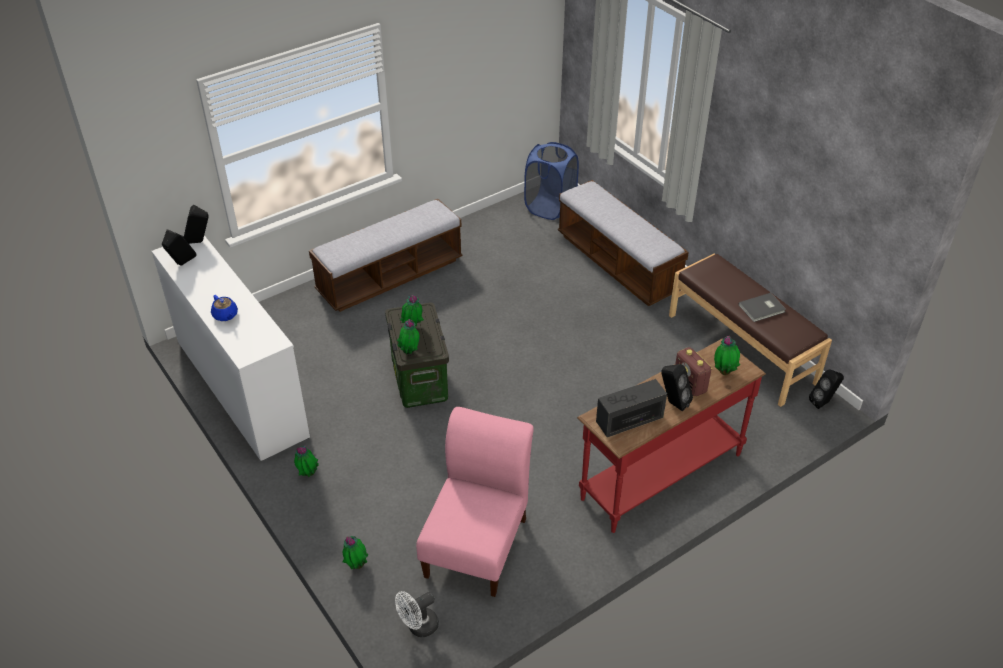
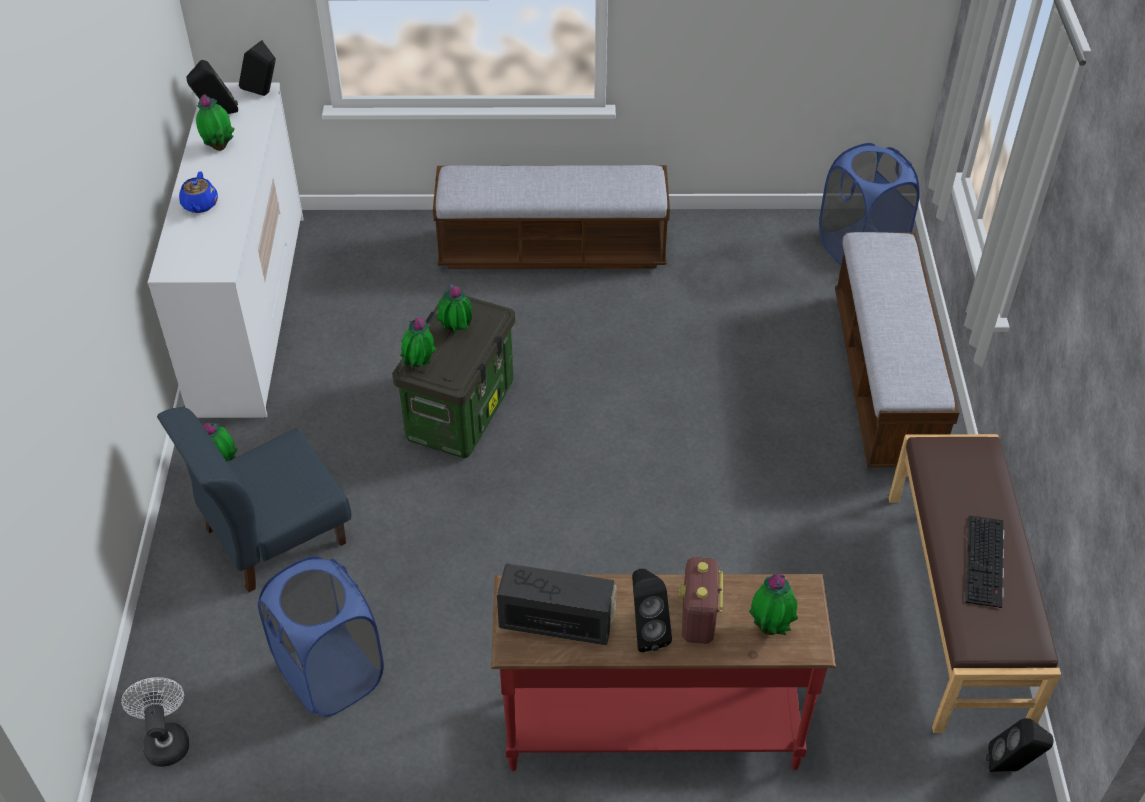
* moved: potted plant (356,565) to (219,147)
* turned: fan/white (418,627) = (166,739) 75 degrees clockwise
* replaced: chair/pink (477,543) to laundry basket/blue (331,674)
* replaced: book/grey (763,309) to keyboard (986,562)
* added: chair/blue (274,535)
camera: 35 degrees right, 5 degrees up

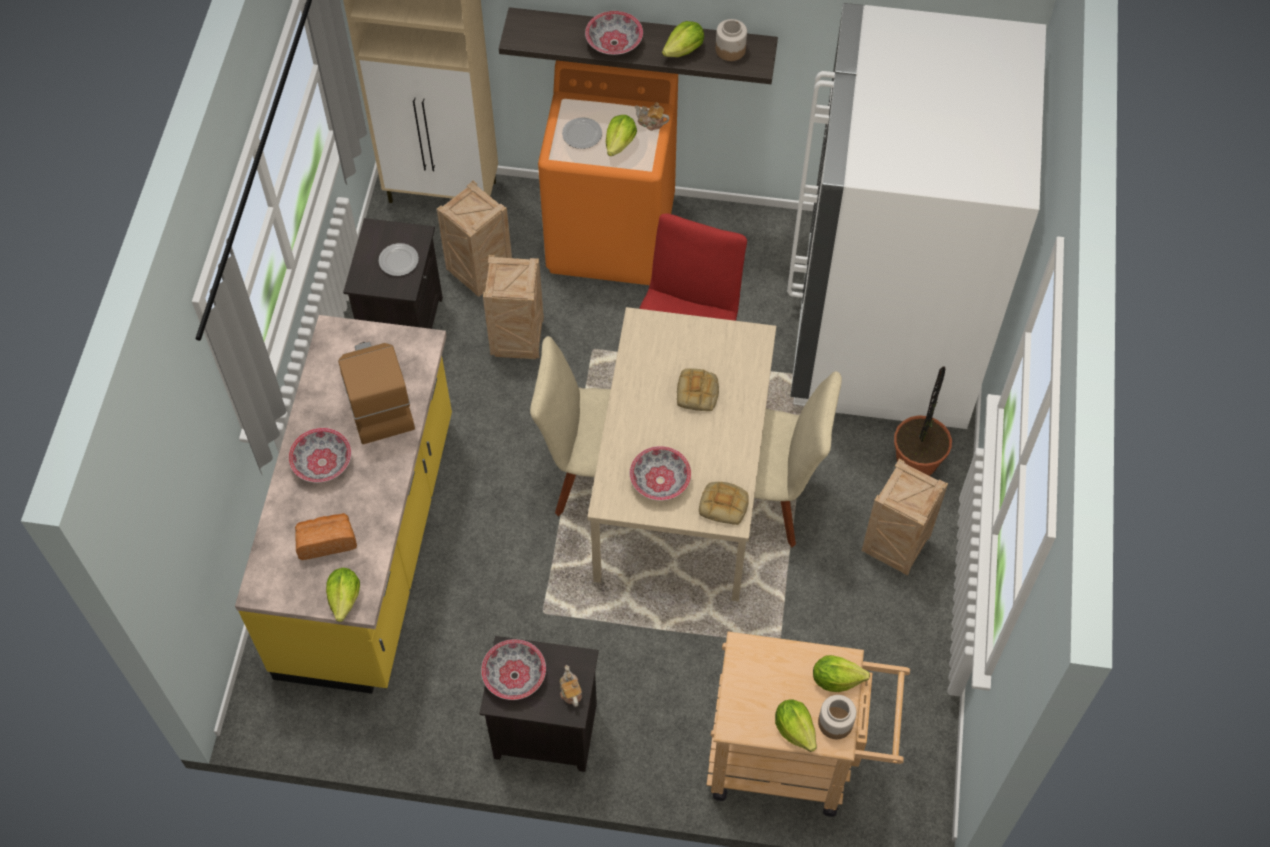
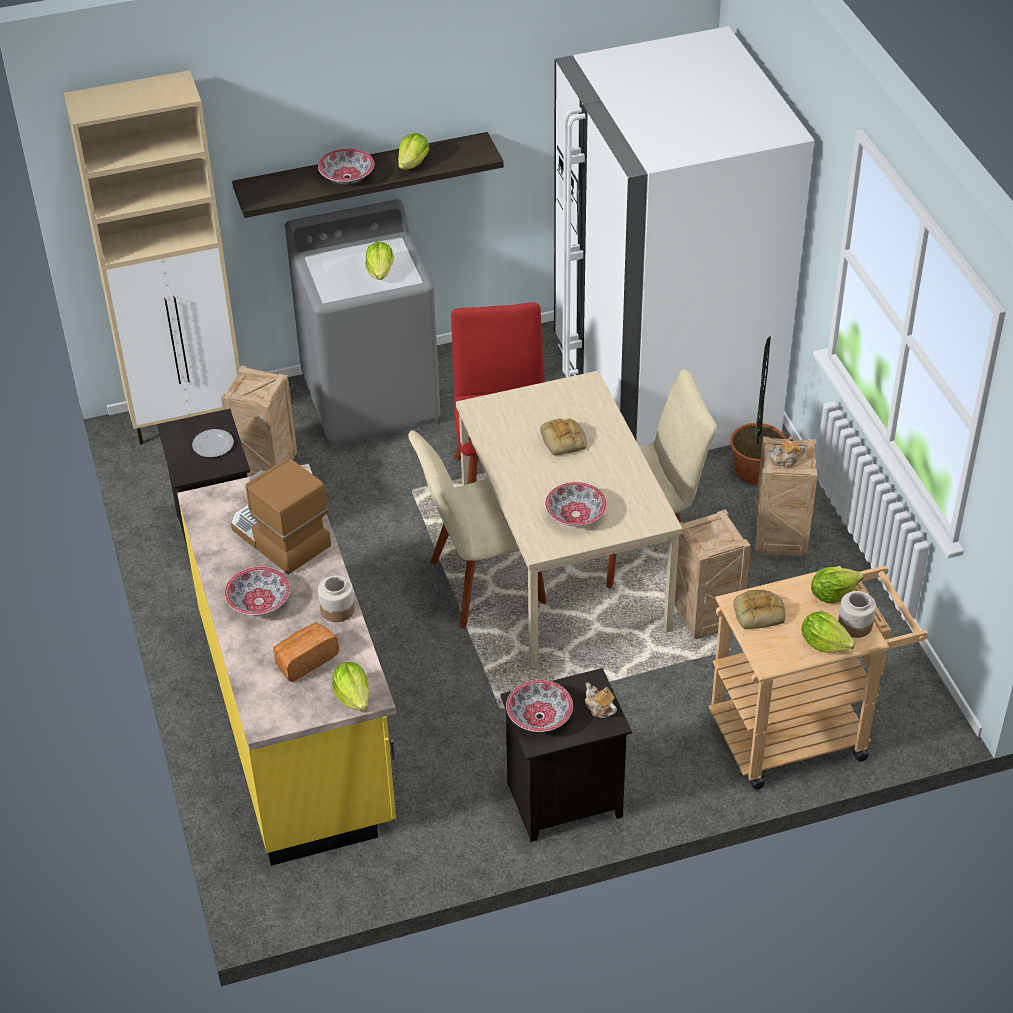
* moved: crate (517,339) to (704,617)
* recoloured: washing machine/orange (612,235) to washing machine/grey (372,399)
* removed: plate (581,135)
* moved: teapot (651,123) to (785,461)
* moved: bread (724,505) to (759,612)
* moved: jar (730,49) to (337,609)
camera: 25 degrees left, 15 degrees down

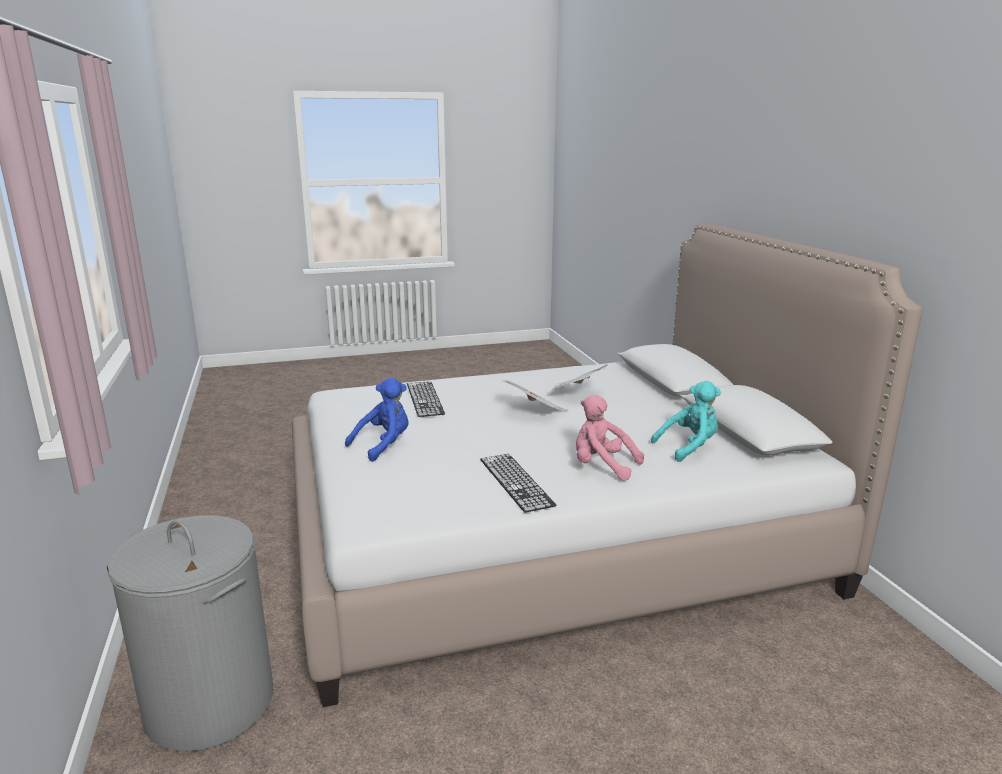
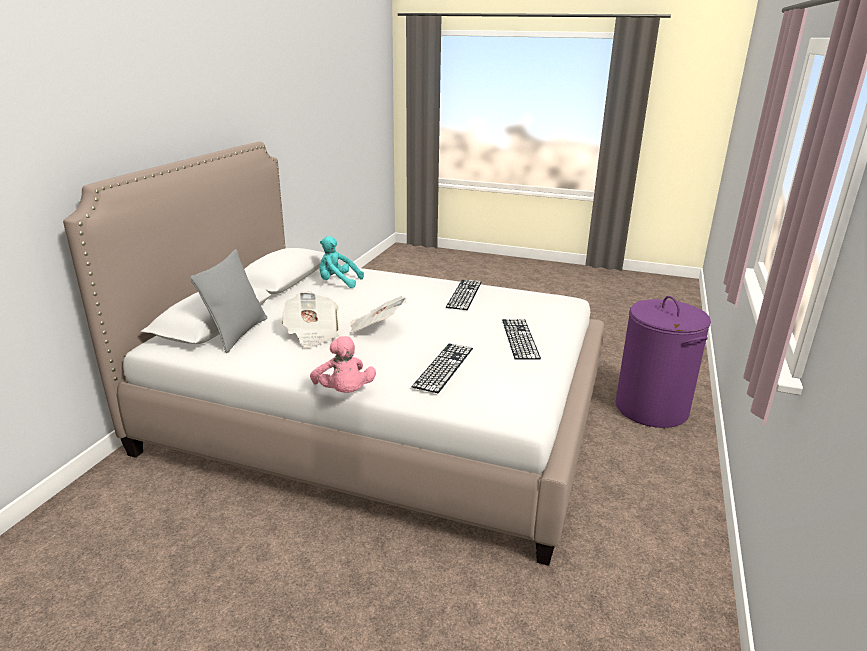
* recoloured: laundry basket/grey (209,704) to laundry basket/purple (651,408)
* replaced: plush toy/blue (384,445) to keyboard (520,338)
* moved: plush toy/pink (602,466) to (344,392)
* added: pillow/grey (237,333)
camera: 145 degrees left, 5 degrees up

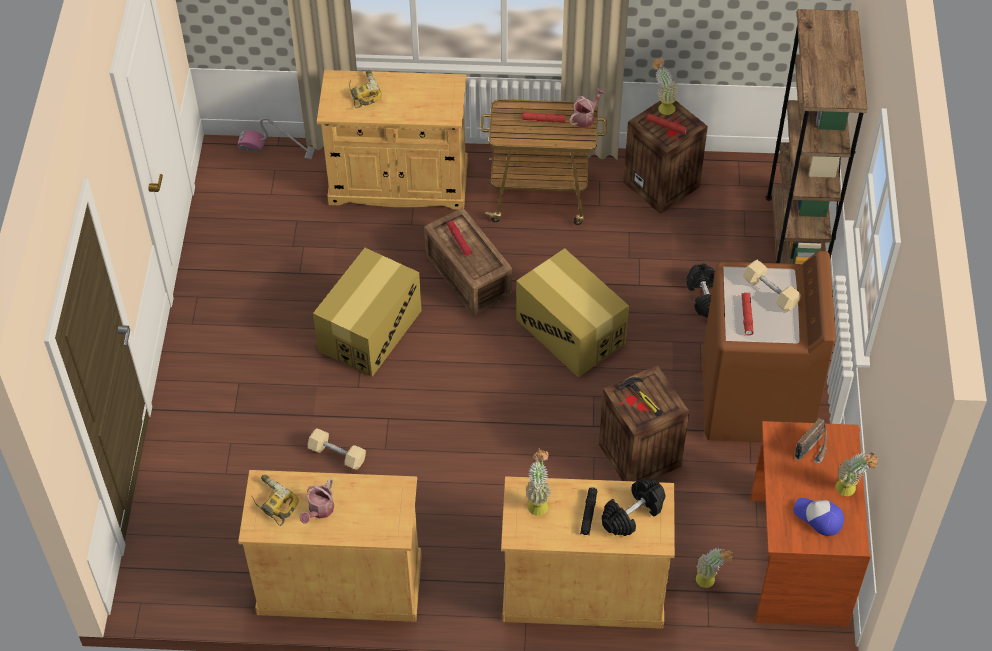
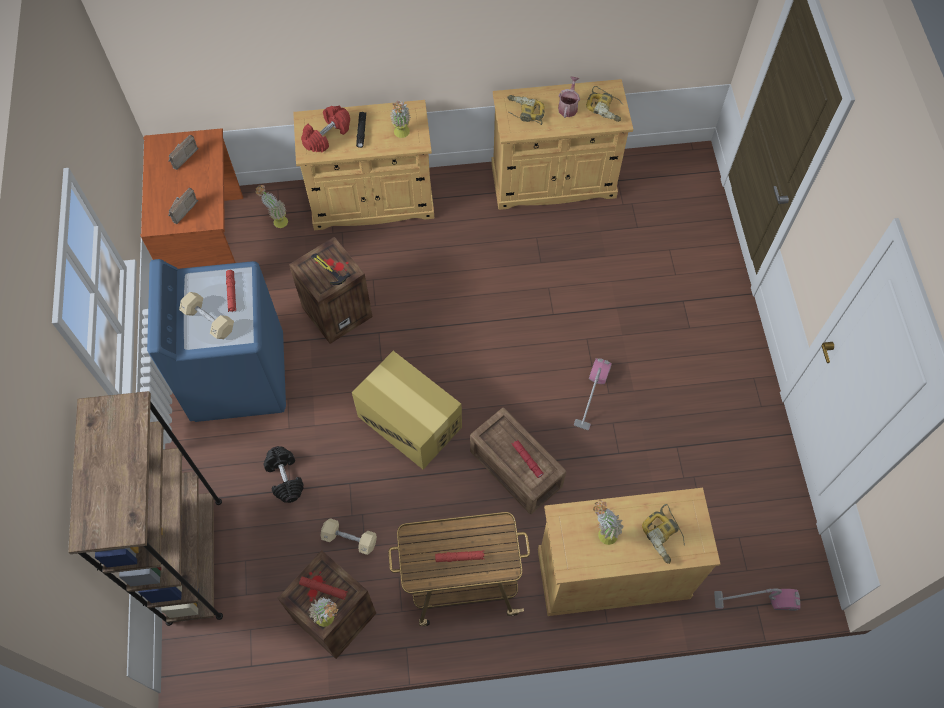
* moved: dumbbell/beige (337,454) to (349,539)
* replaced: cardboard box (370,330) to vacuum cleaner (592,395)
* removed: watering can (585,117)
* recoloured: dumbbell/black (632,514) to dumbbell/red (327,135)
* recoloured: washing machine/brown (756,401) to washing machine/blue (238,376)
* replaced: cap (818,517) to radio (181,157)
* moved: potted plant (850,490) to (602,533)
* added: power drill (524,112)
camera: 170 degrees right, 10 degrees up

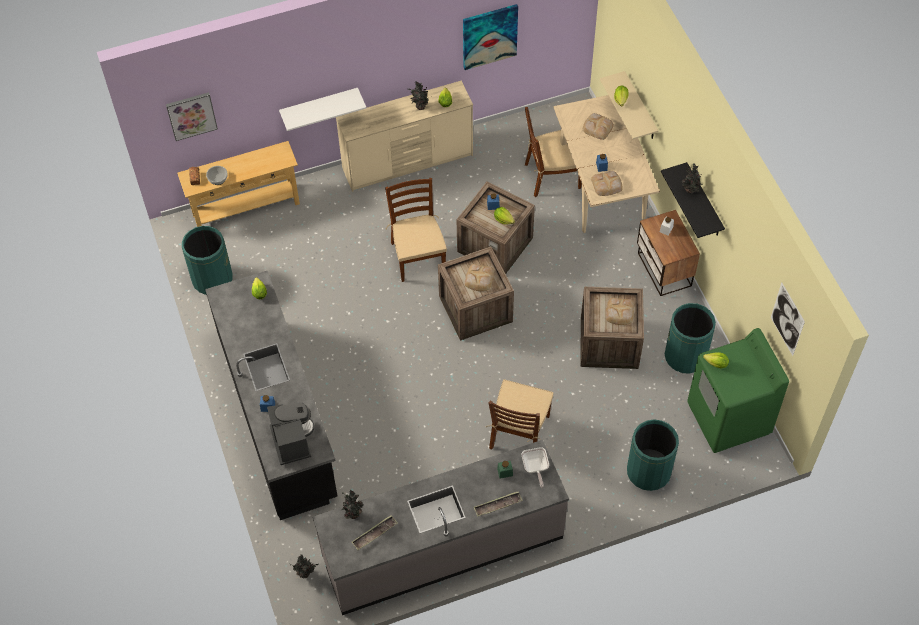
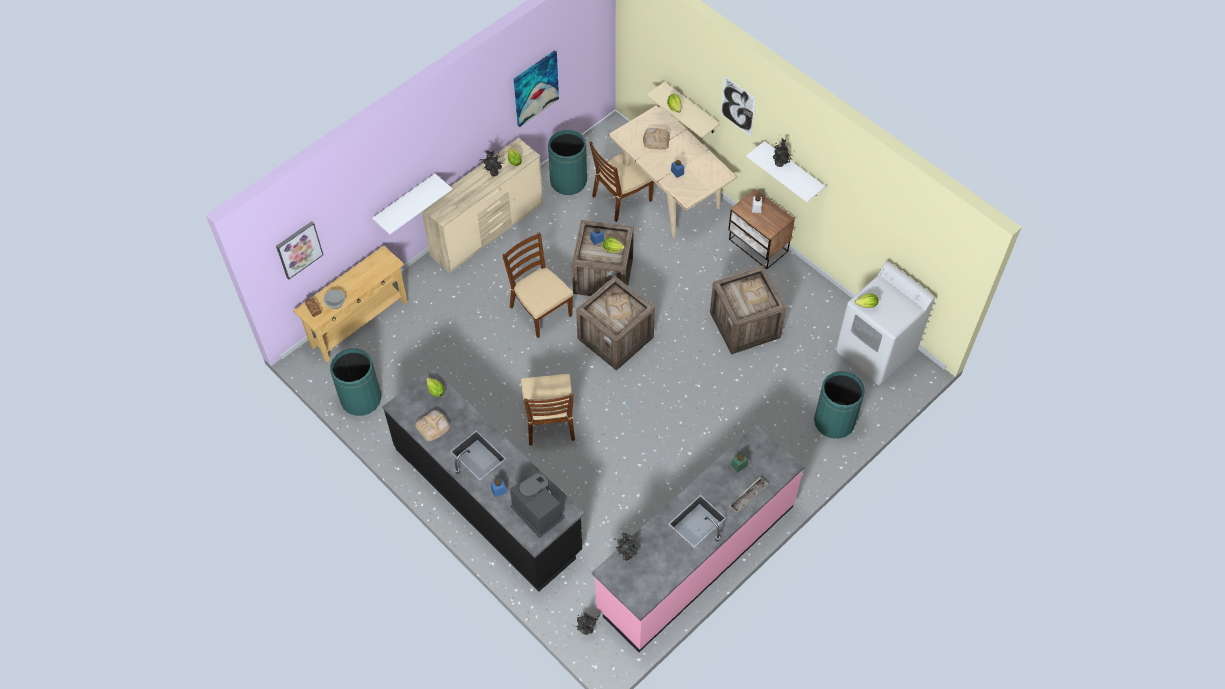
* recoloured: counter/grey (443,547) to counter/pink (695,556)
* removed: tray (374,534)
* moved: chair/brown (519,432) to (549,421)
* removed: frying pan (535,468)
* moved: bread (607,185) to (433,426)
* recoloured: shelf/black (704,201) to shelf/white (793,170)
* moved: trash can/green (685,356) to (568,181)
* recoloured: washing machine/green (728,419) to washing machine/white (876,352)
* moved: picture (787,319) to (737,106)
camera: 25 degrees left, 0 degrees up

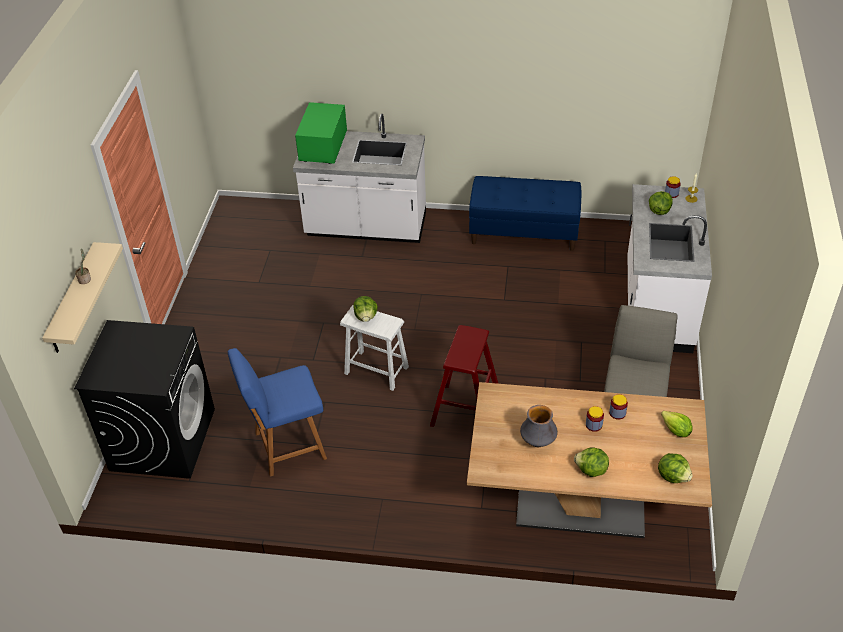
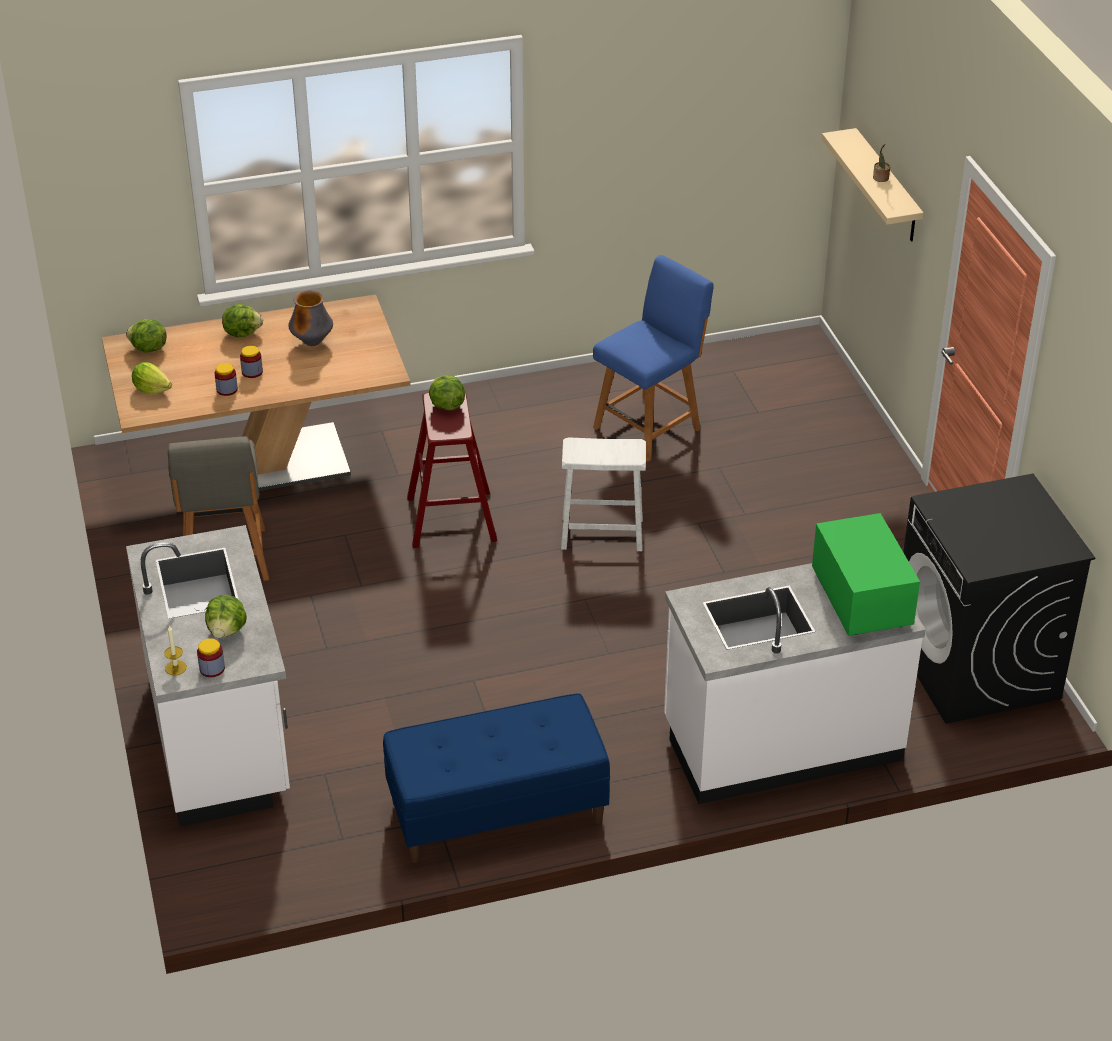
* moved: washing machine/black (162,439) to (976,667)
* moved: lettuce (366,317) to (446,405)
camera: 155 degrees right, 5 degrees down

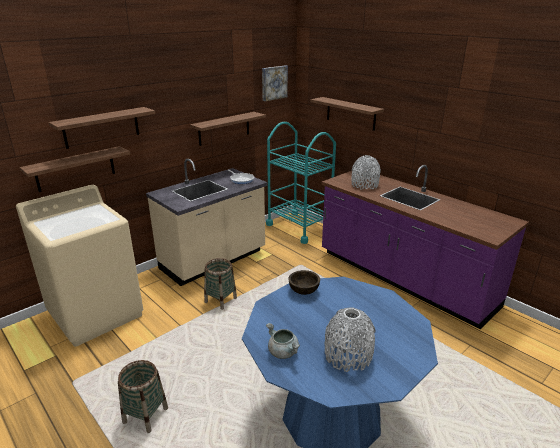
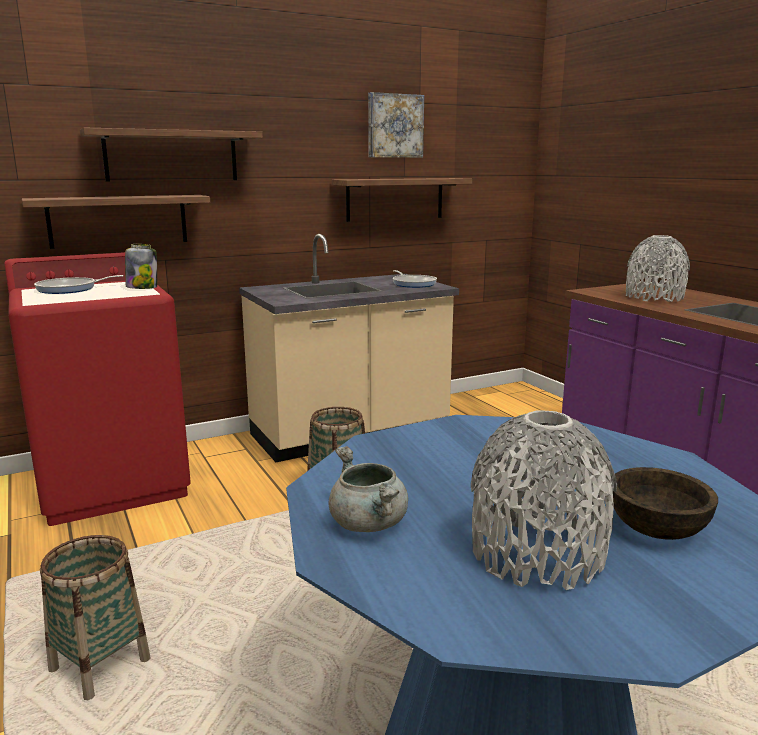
* recoloured: washing machine/beige (96,313) to washing machine/red (114,483)
* moved: picture (273,83) to (394,126)
* removed: cart/turquoise (299,227)
* moved: bowl/brown (304,290) to (657,529)
* removed: shelf (350,113)
* added: frying pan (70,289)
* added: jar (142,287)
camera: 15 degrees right, 10 degrees down

